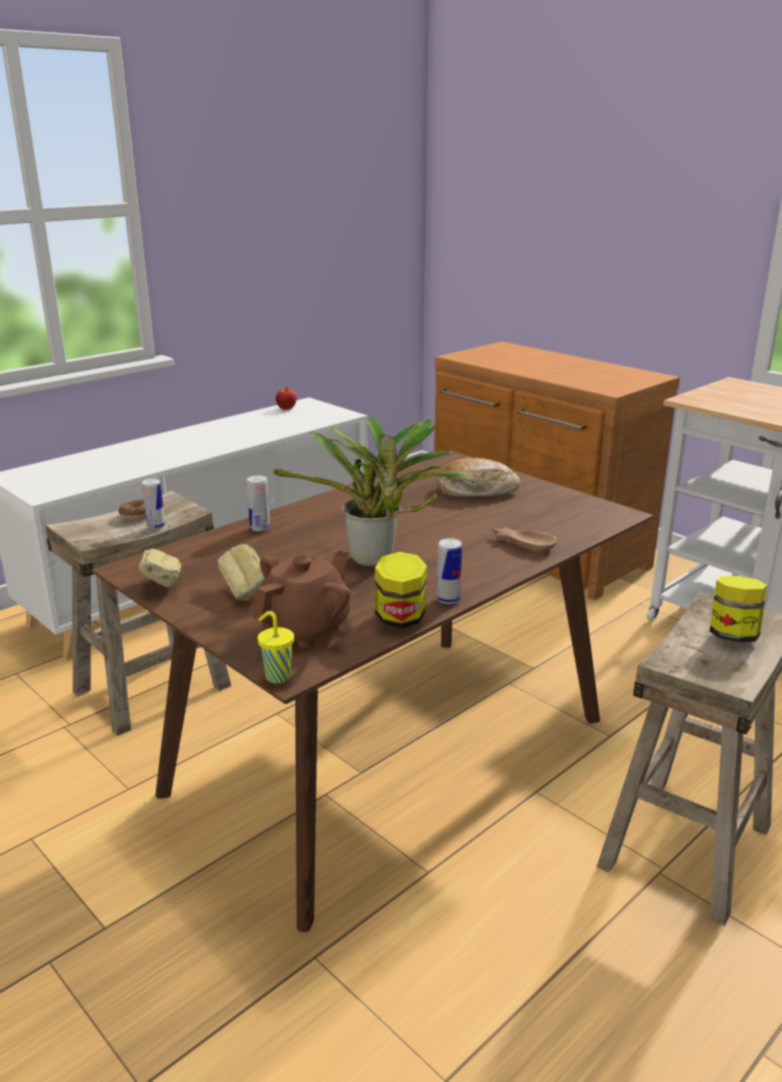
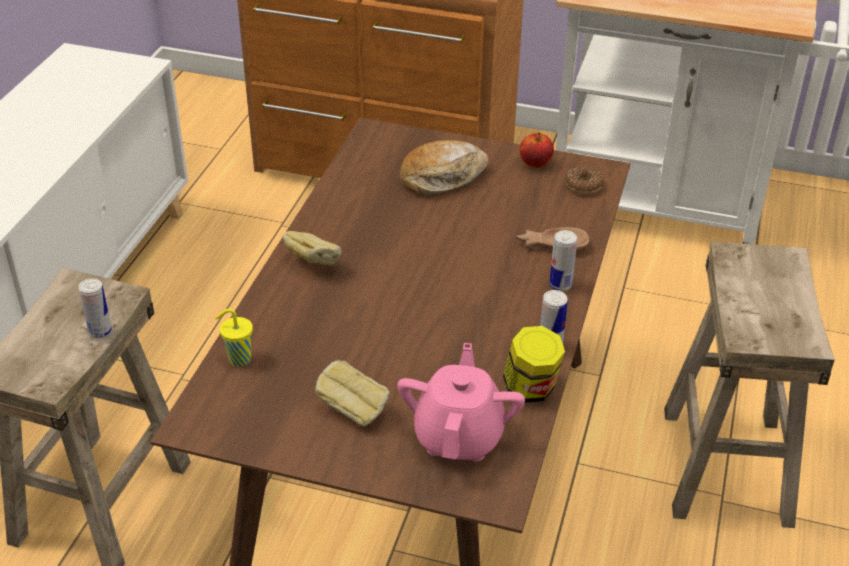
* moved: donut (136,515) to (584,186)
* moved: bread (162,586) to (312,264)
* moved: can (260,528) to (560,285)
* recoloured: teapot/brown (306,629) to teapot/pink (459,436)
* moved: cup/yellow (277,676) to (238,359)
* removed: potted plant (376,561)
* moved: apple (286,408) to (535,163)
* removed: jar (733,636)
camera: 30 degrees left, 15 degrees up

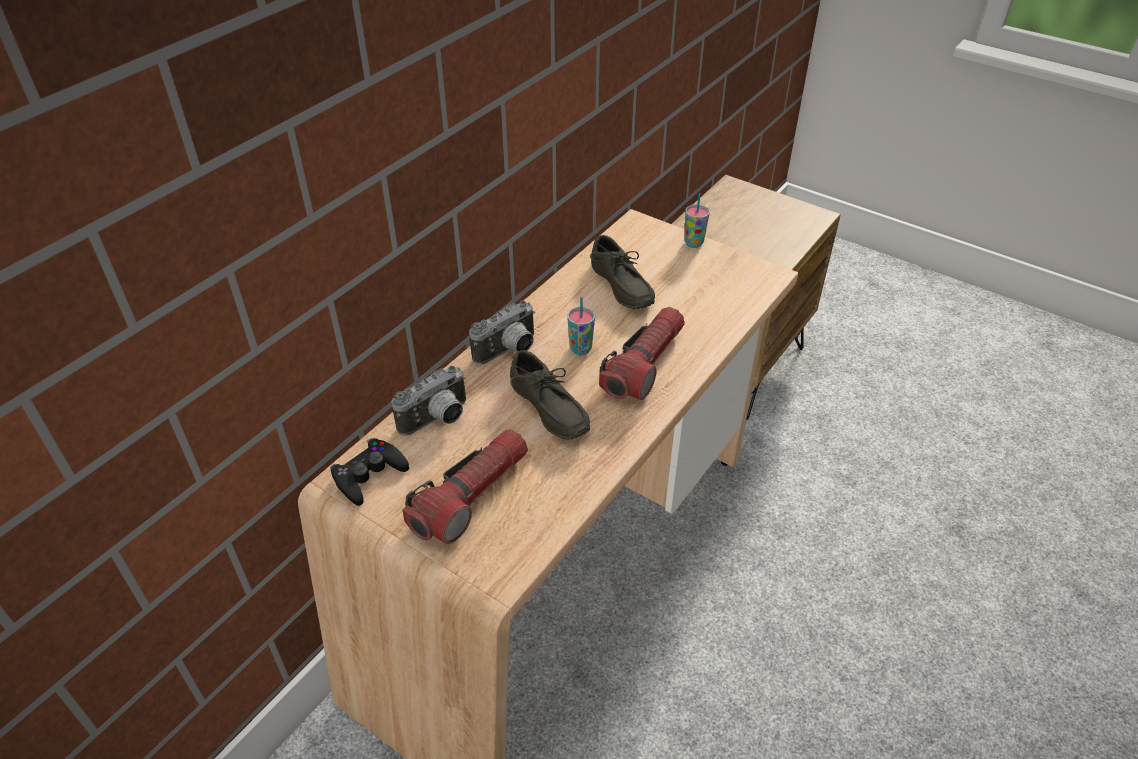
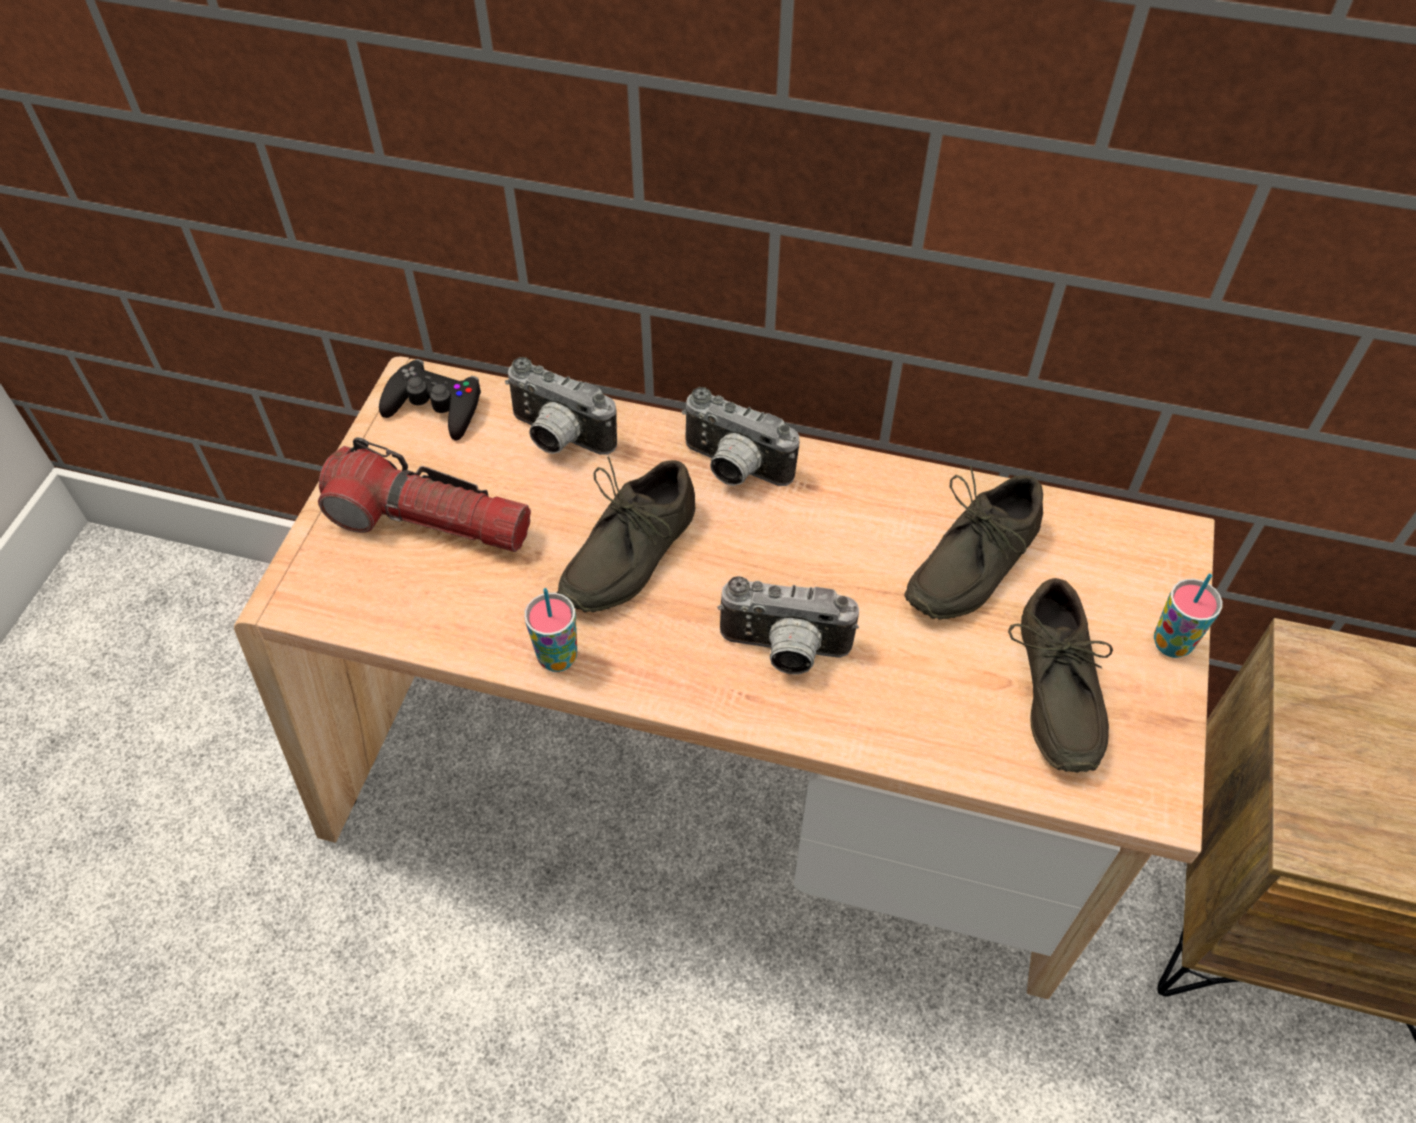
* moved: cup (580,349) to (557,657)
* replaced: flashlight (644,365) to photo camera (784,652)
* added: shoe/grey (1049,692)
camera: 70 degrees right, 10 degrees up

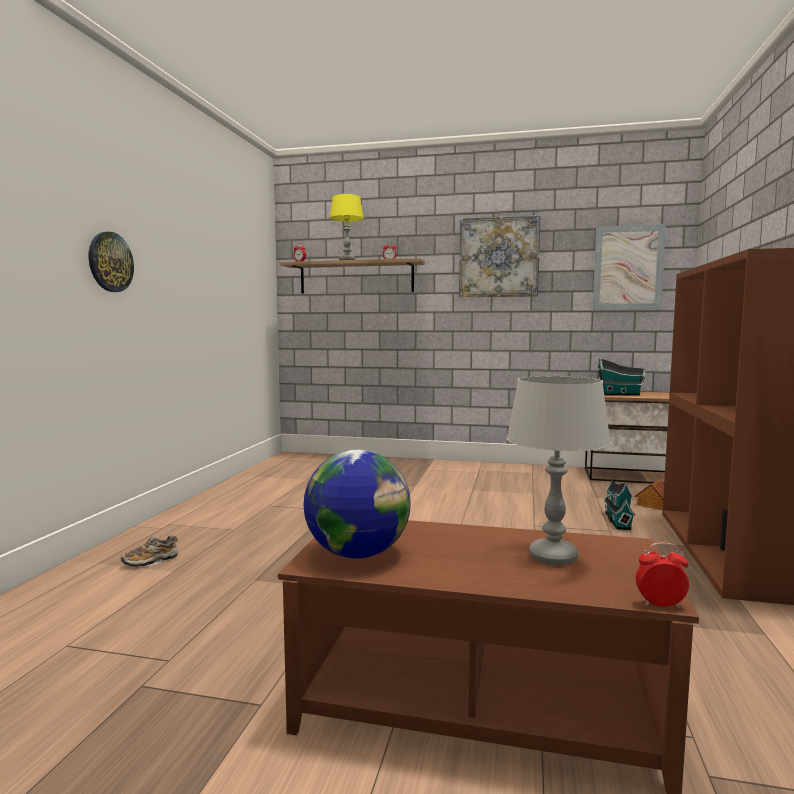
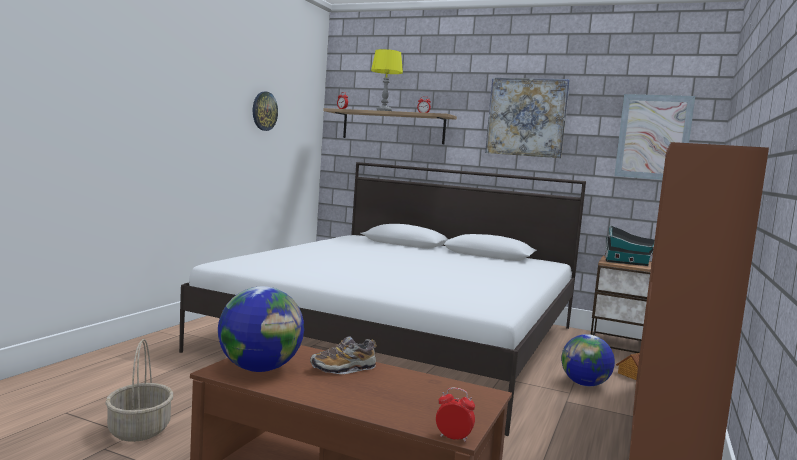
* moved: wall clock (110,262) to (264,111)
* moved: shoe (150,561) to (343,369)
* removed: table lamp/grey (552,557)
* replaced: toy house (617,520) to globe (585,384)
* added: basket (140,430)
* added: bed/white (402,338)
camera: 10 degrees right, 0 degrees up

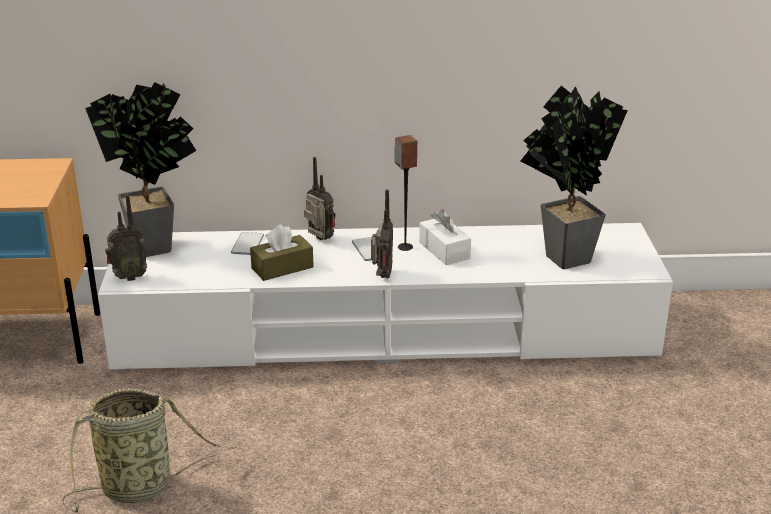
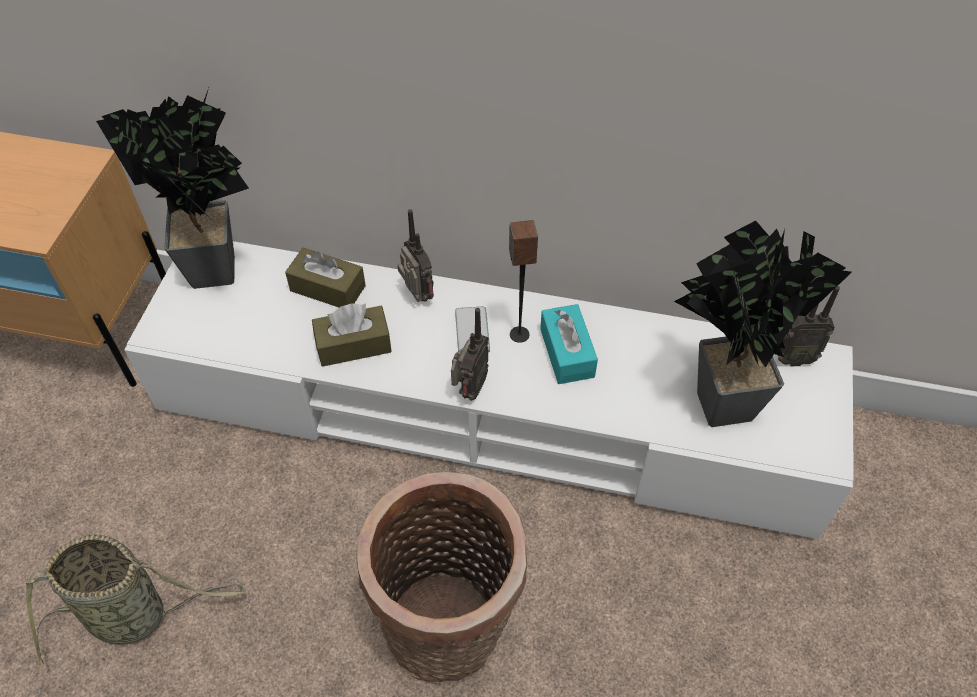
* moved: radio (128,277) to (790,358)
* replaced: phone (247,244) to tissue box/brown (328,288)
* recoloured: tissue box/white (444,250) to tissue box/turquoise (567,353)
* added: basket (450,631)
camera: 15 degrees right, 25 degrees up

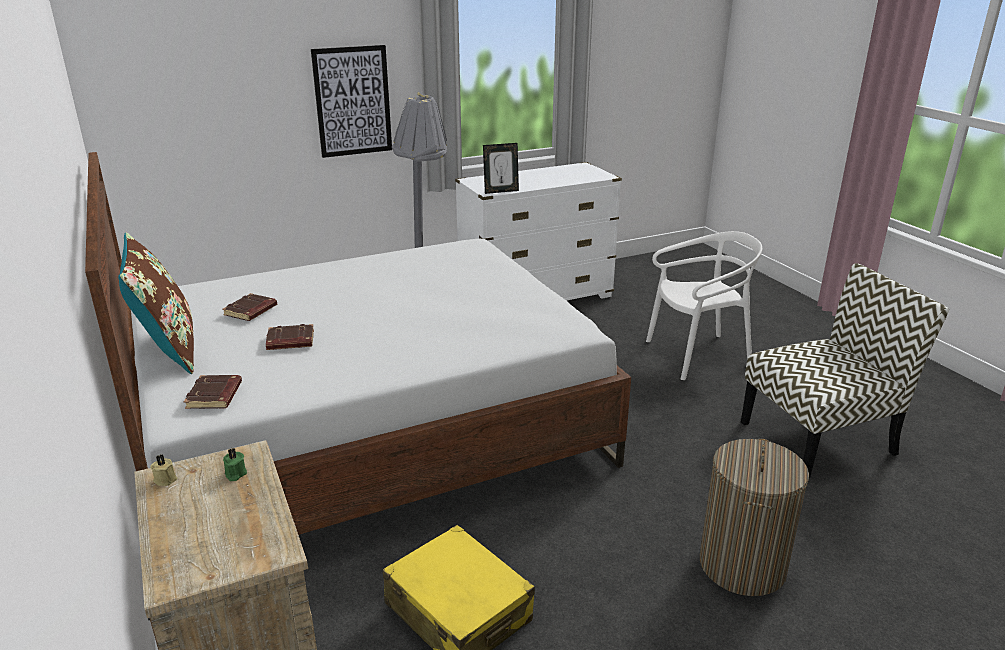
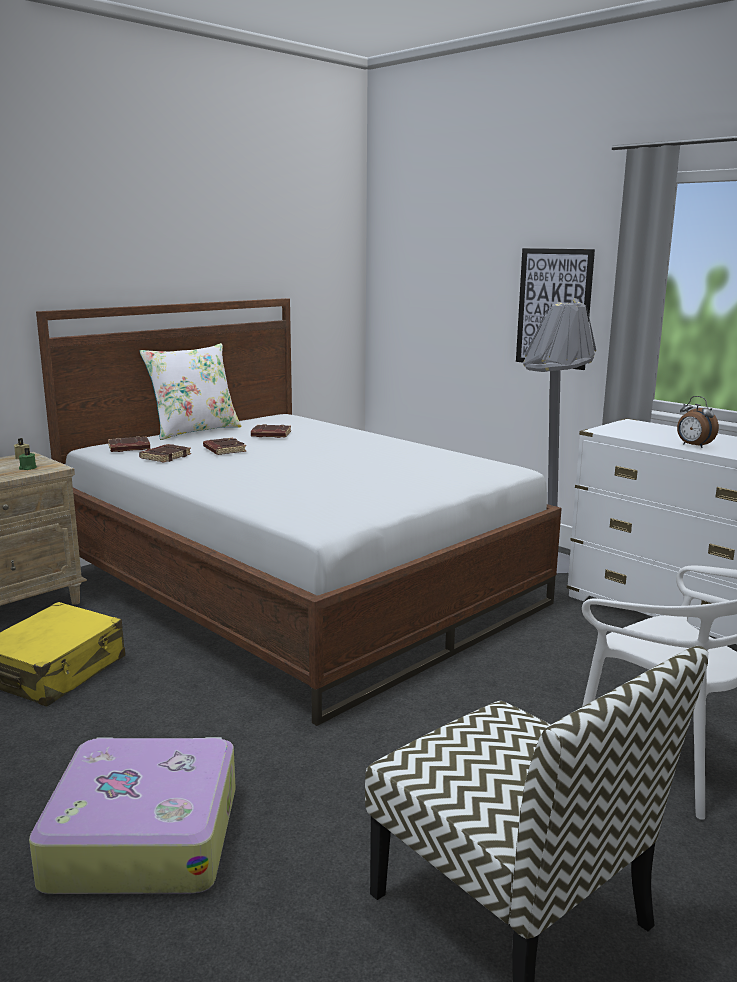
* recoloured: pillow/brown (168,350) to pillow/white (194,431)
* removed: picture frame (501,191)
* replaced: laundry basket (742,566) to suitcase (143,835)
* added: book/brown (165,457)
* added: alarm clock (693,446)
camera: 70 degrees right, 10 degrees down

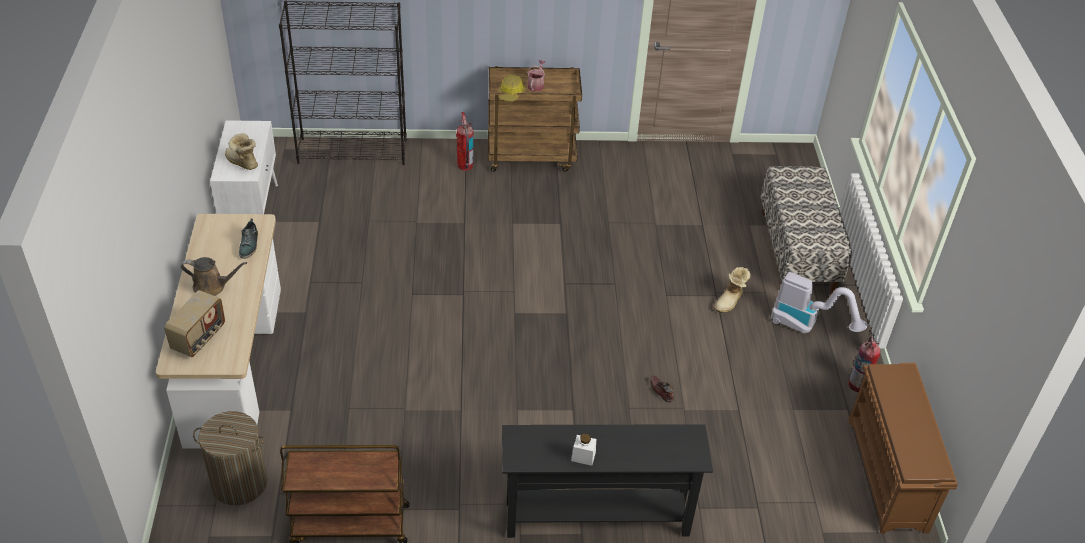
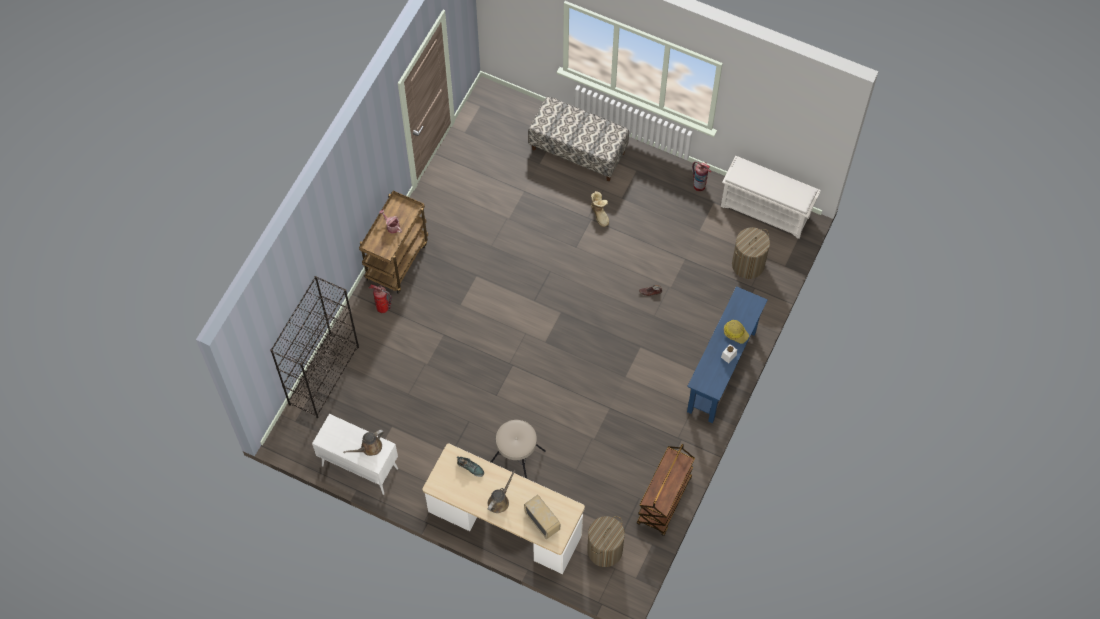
* replaced: boot (241,163) to watering can/brown (369,447)
* moved: hard hat (511,93) to (735,333)
* recoloured: console table/black (597,518) to console table/blue (722,371)
* removed: vacuum cleaner (808,326)
* recoloured: shoe rack/brown (888,475) to shoe rack/white (766,211)
* added: stool/beige (517,457)
* added: laundry basket (748,264)
camera: 60 degrees left, 20 degrees up

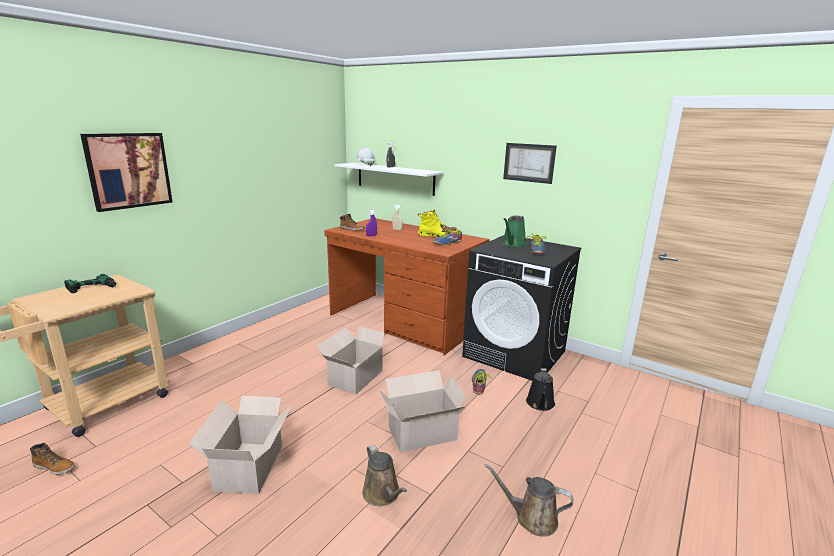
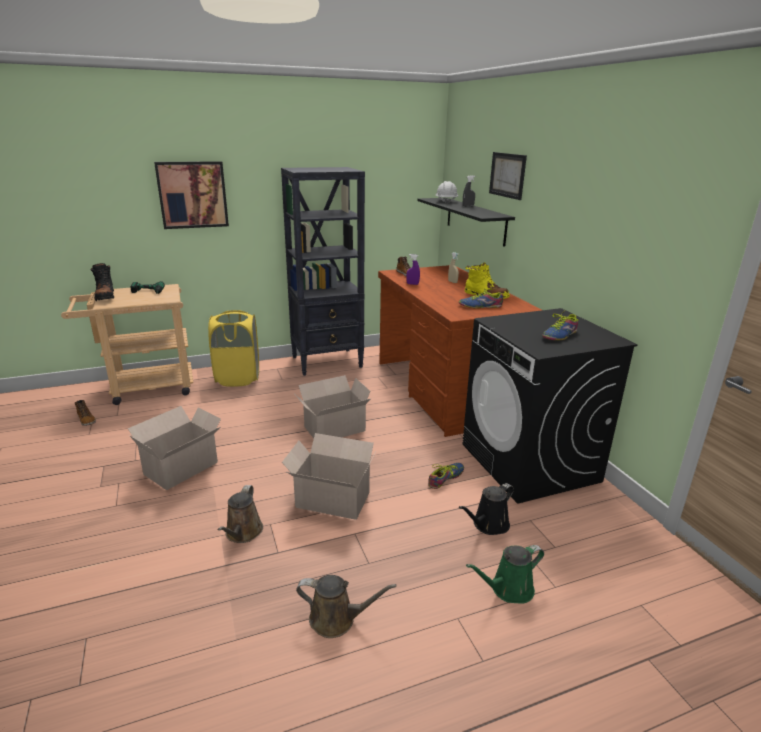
* recoloured: shelf/white (395,178) to shelf/black (475,220)
* turned: watering can/brown (532,518) = (337,619) 135 degrees clockwise
* moved: watering can/green (513,244) to (508,589)
* moved: picture (529,162) to (507,175)
* added: boot/black (105,296)
* added: laundry basket/yellow (238,378)
* added: bookcase/black (328,362)
camera: 35 degrees right, 5 degrees up

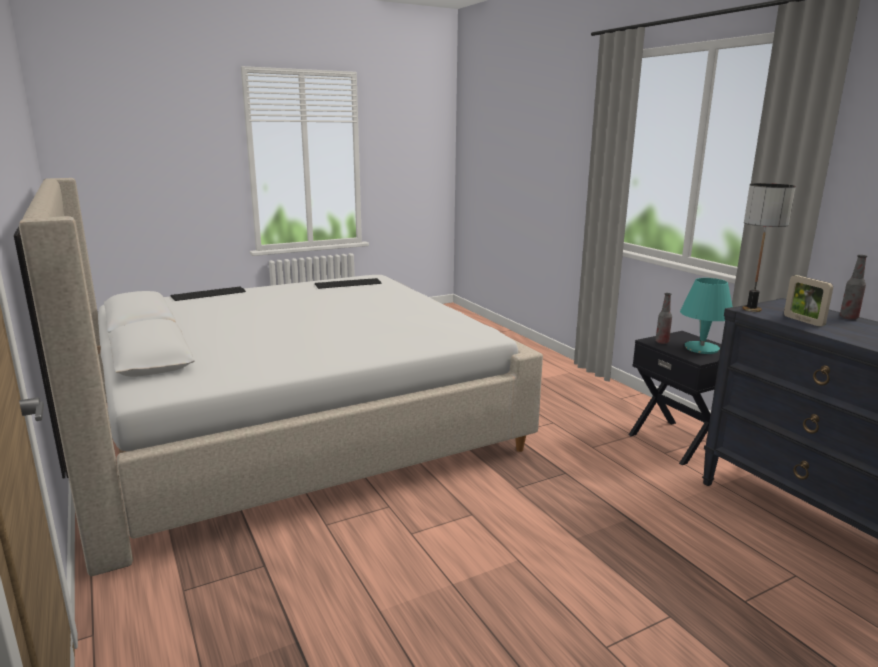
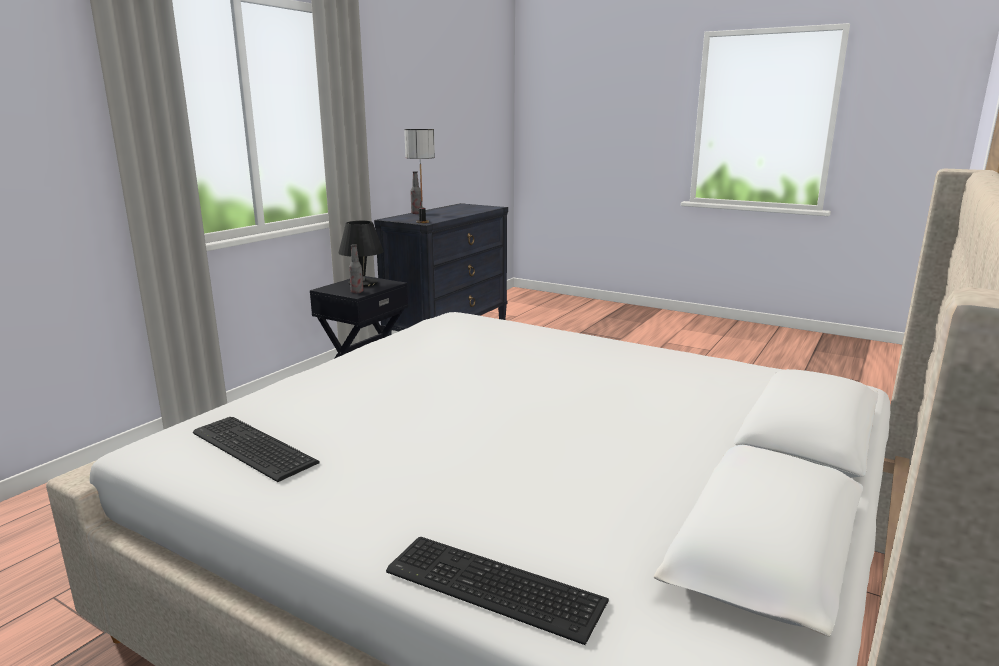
* recoloured: table lamp/turquoise (702,348) to table lamp/black (363,283)
* removed: picture frame (803,321)
camera: 120 degrees left, 0 degrees up

